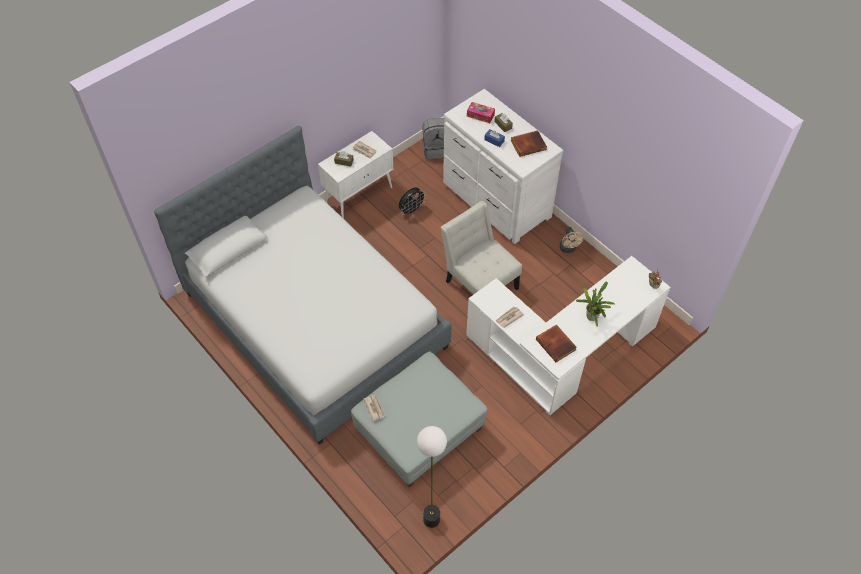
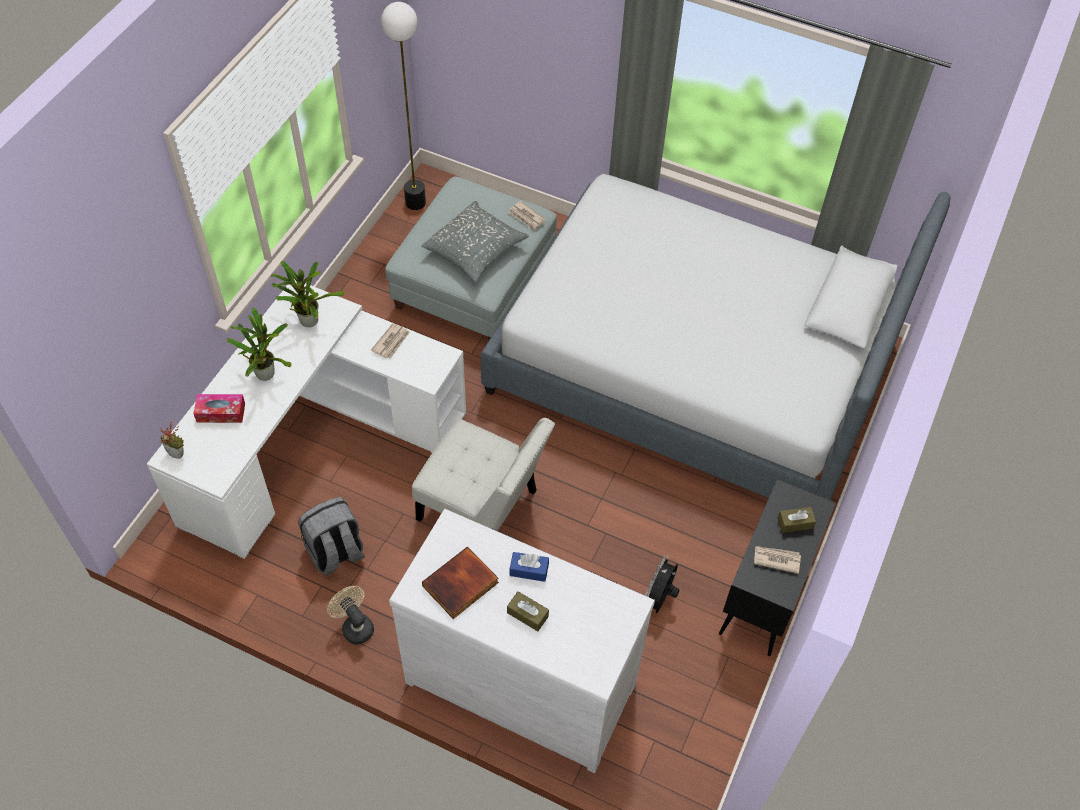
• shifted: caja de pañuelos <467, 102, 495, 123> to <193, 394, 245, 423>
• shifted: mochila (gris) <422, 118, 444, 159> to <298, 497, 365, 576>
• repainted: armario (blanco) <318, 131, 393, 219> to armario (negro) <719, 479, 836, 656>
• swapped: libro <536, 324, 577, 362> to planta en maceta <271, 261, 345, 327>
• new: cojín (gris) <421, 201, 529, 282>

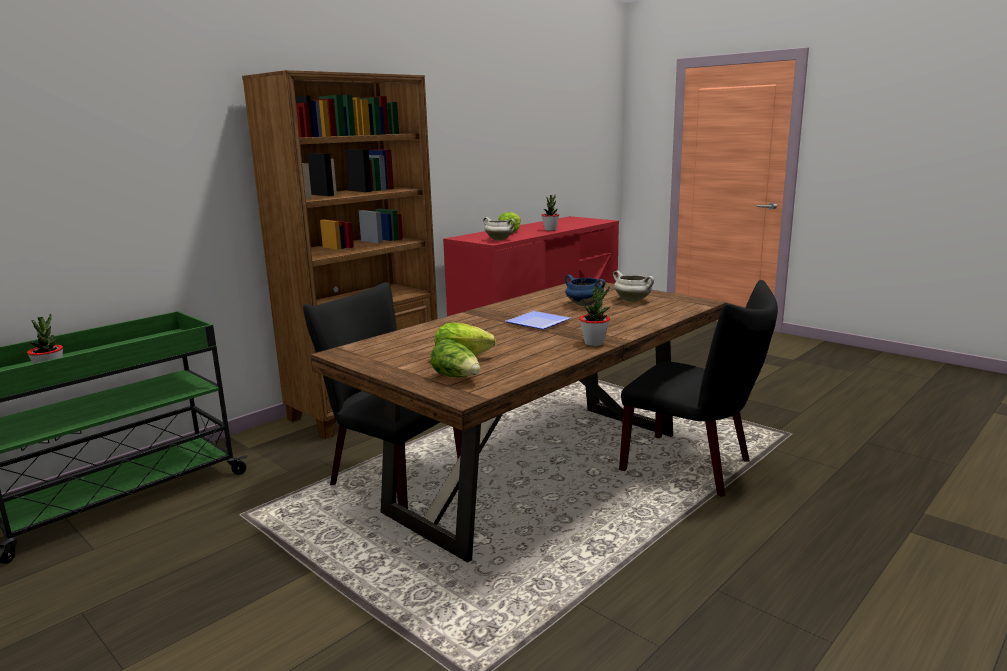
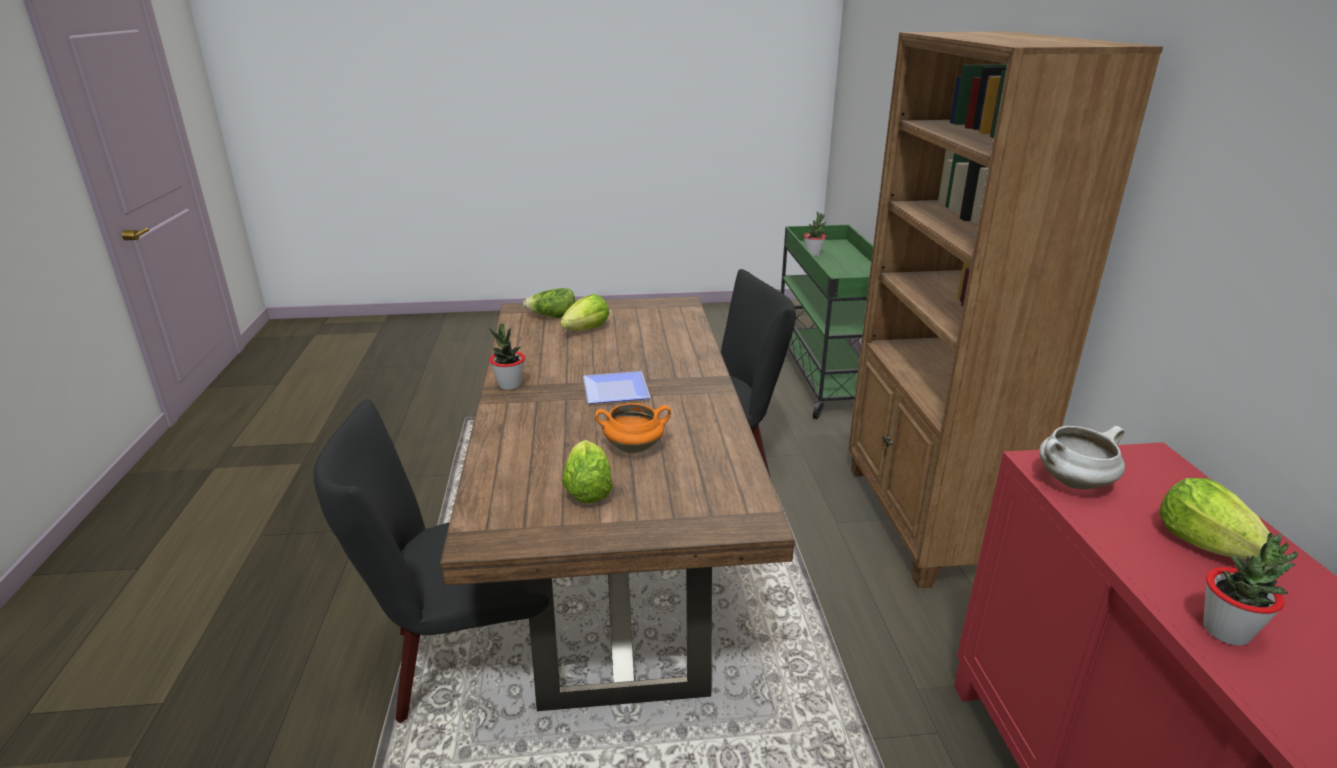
• swapped: olla (blanco) <613, 271, 654, 302> to lechuga <562, 440, 613, 503>
• repainted: olla (azul) <565, 275, 606, 306> to olla (naranja) <595, 403, 671, 453>

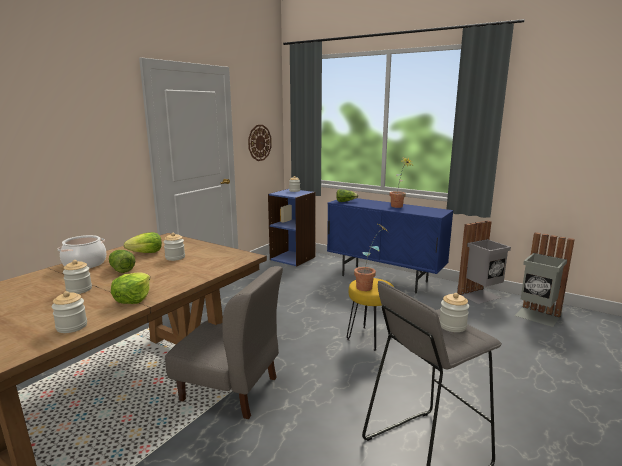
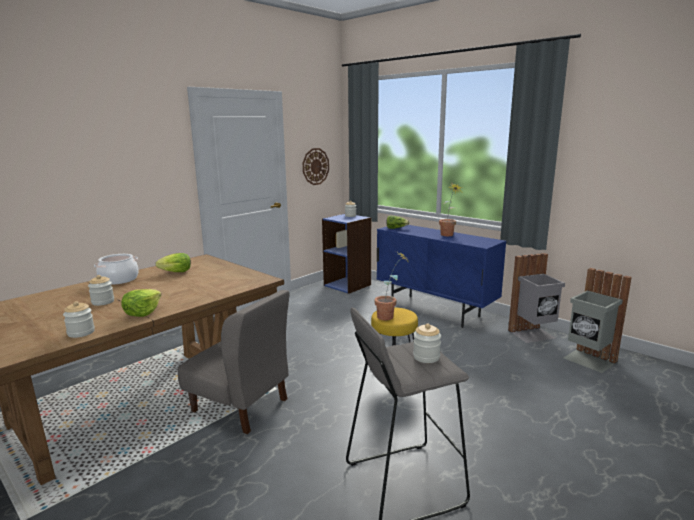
• gone: tarro <164, 233, 185, 261>
• gone: lechuga <109, 250, 136, 273>

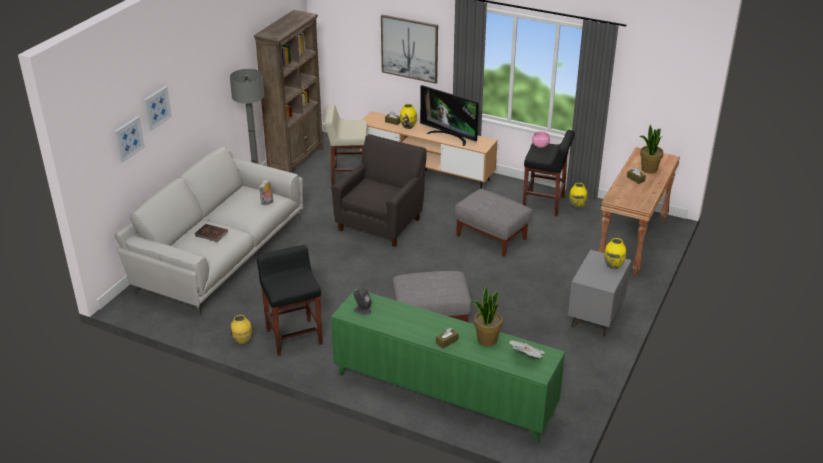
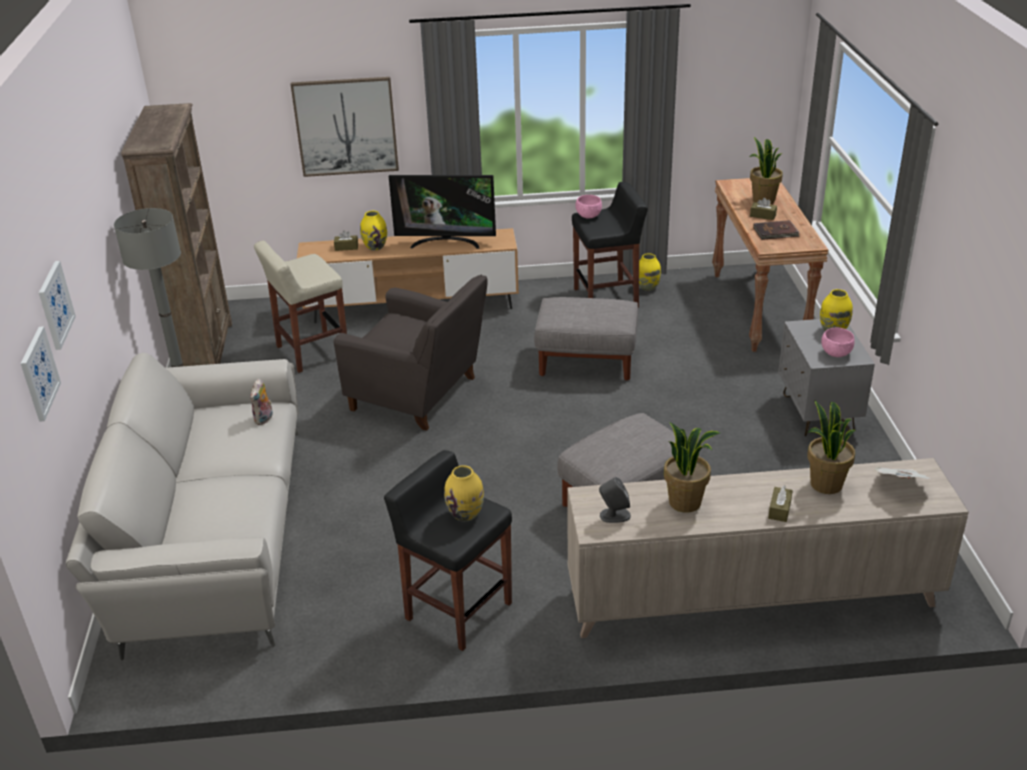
• rotated: sillón (gris) <331, 134, 427, 247> = <333, 275, 487, 431> 120 degrees clockwise
• shifted: libro (marrón) <195, 224, 228, 242> to <753, 220, 800, 240>
• repainted: armario (verde) <331, 289, 565, 443> to armario (beis) <567, 458, 969, 638>
• shifted: florero (amarillo) <230, 315, 252, 345> to <444, 465, 484, 522>
• new: cuenco (rosa) <821, 328, 855, 357>
• new: planta en maceta <664, 422, 720, 513>

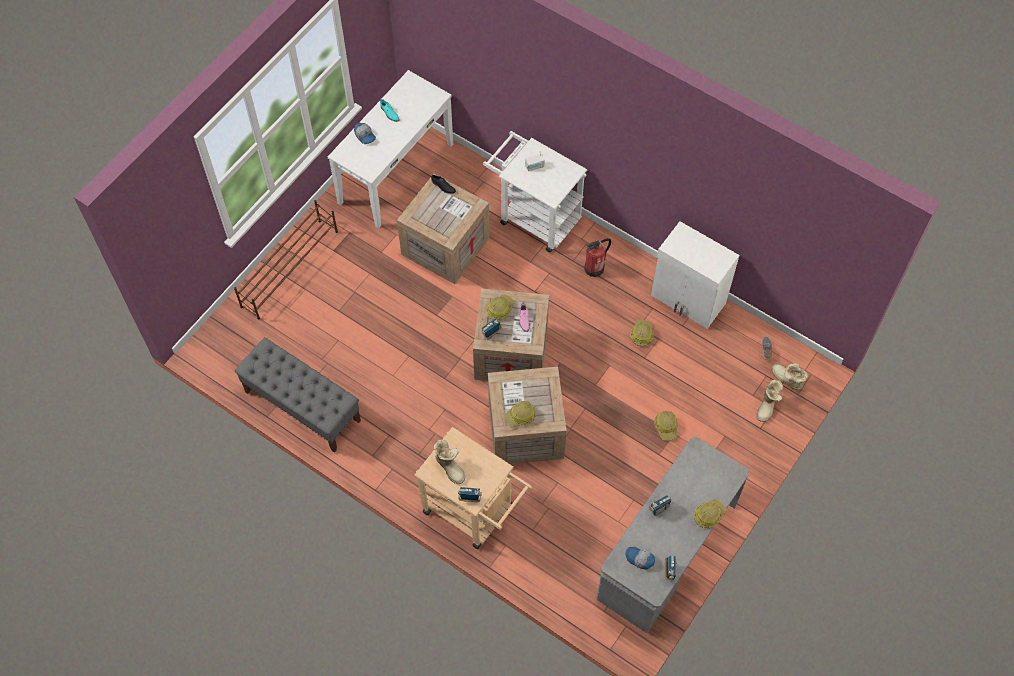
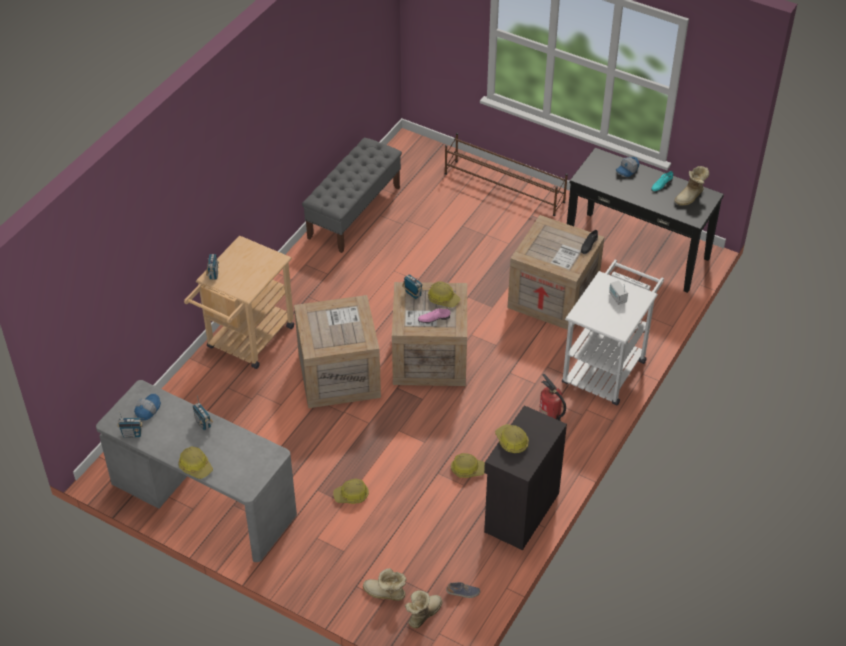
• repainted: mesa consola (blanco) <328, 70, 453, 228> to mesa consola (negro) <567, 148, 724, 293>
• repainted: armario (blanco) <651, 221, 740, 329> to armario (negro) <484, 405, 567, 550>
• shifted: casco <504, 401, 536, 428> to <495, 424, 529, 453>
• shifted: bota <434, 440, 465, 484> to <675, 166, 709, 206>

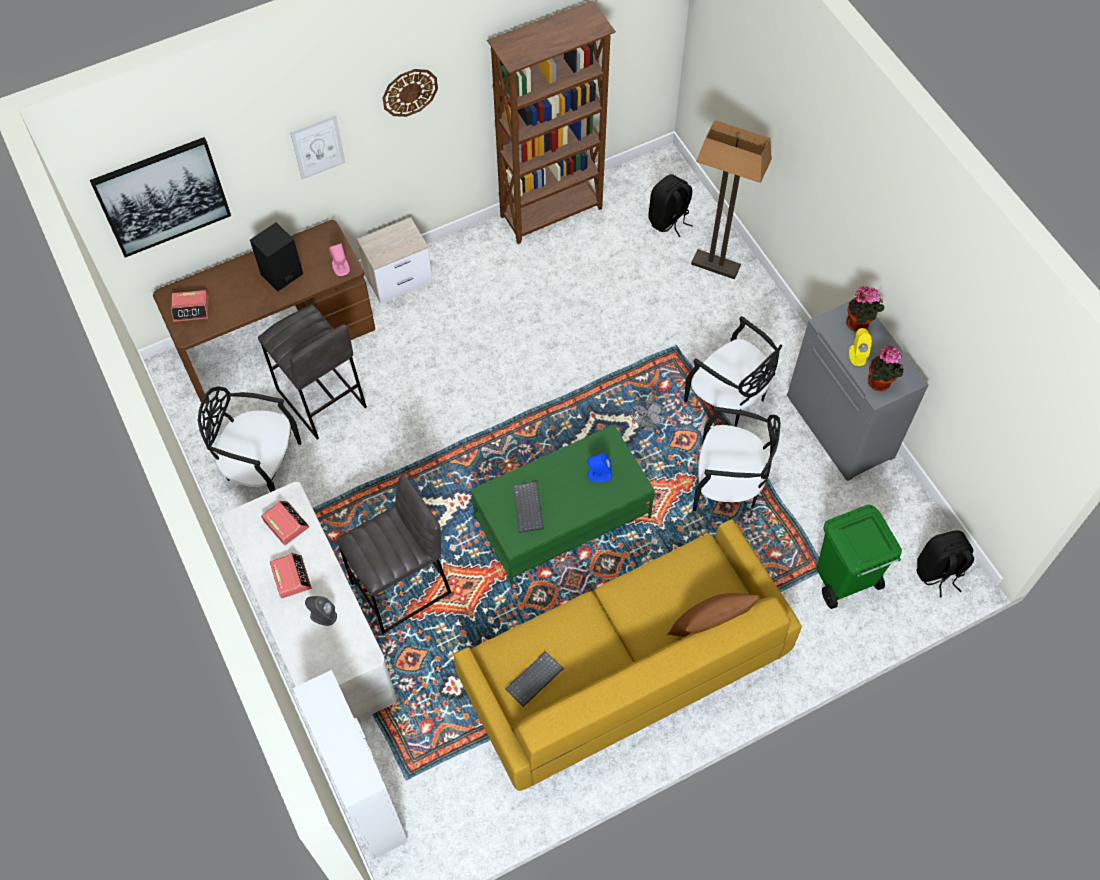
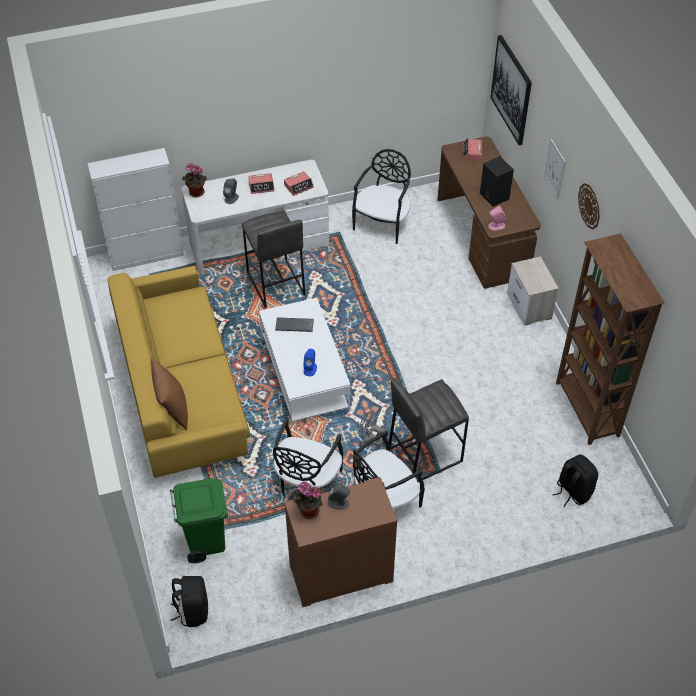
• gone: lámpara de pie <691, 120, 772, 279>
• shifted: planta en maceta <846, 286, 884, 332> to <182, 163, 207, 197>
• repainted: armario (gris) <787, 301, 929, 481> to armario (marrón) <285, 477, 397, 607>
• shifted: taburete (gris) <258, 304, 367, 439> to <389, 379, 469, 482>
• repainted: altavoz (amarillo) <849, 328, 872, 366> to altavoz (gris) <328, 482, 350, 510>
• repainted: mesa de centro (verde) <471, 425, 655, 584> to mesa de centro (blanco) <259, 298, 350, 426>
• gone: teclado <505, 651, 564, 707>

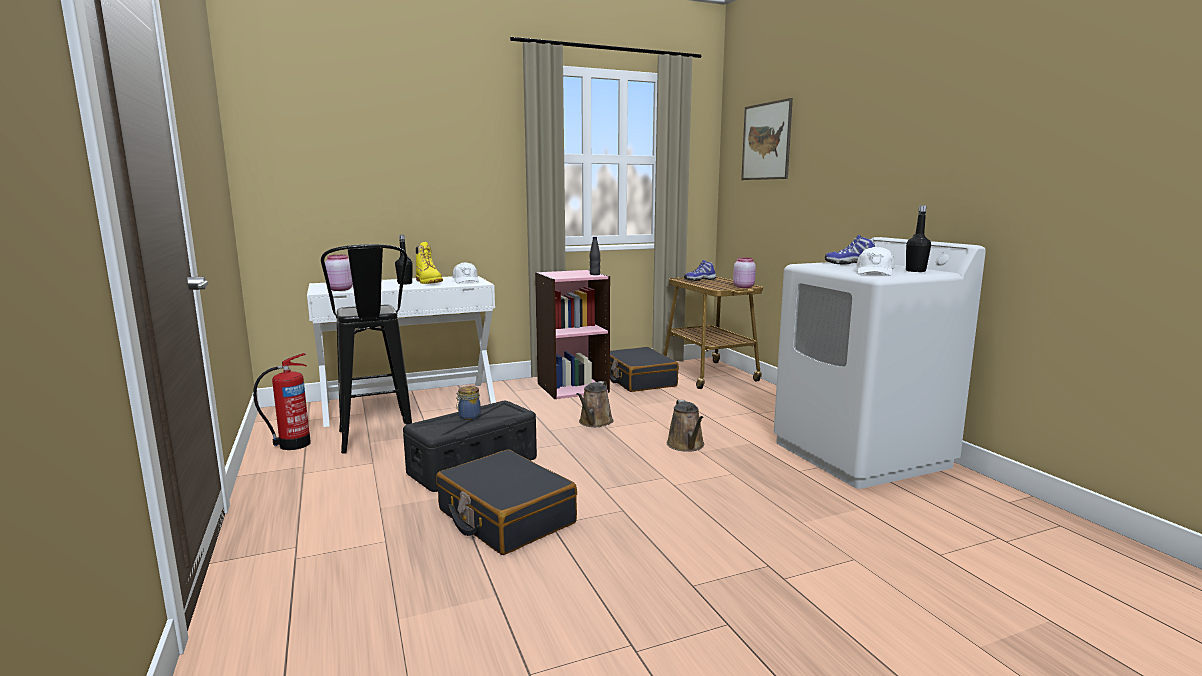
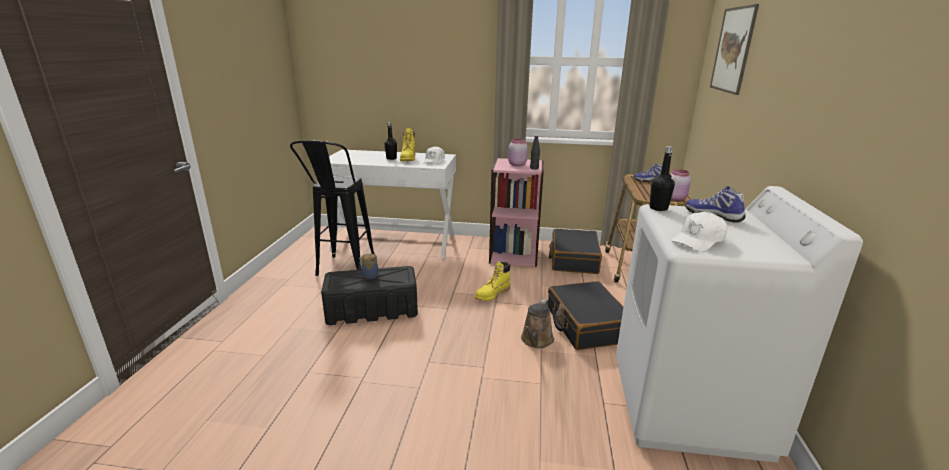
• shifted: botella (negro) <906, 205, 931, 272> to <650, 146, 675, 211>
• shifted: tarro (rosa) <325, 255, 353, 291> to <508, 138, 528, 166>
• gone: extintor <253, 353, 311, 450>
• swapped: regadera (marrón) <576, 381, 614, 427> to bota (amarillo) <475, 261, 511, 301>
• shifted: maleta (negro) <436, 449, 577, 555> to <548, 281, 623, 350>

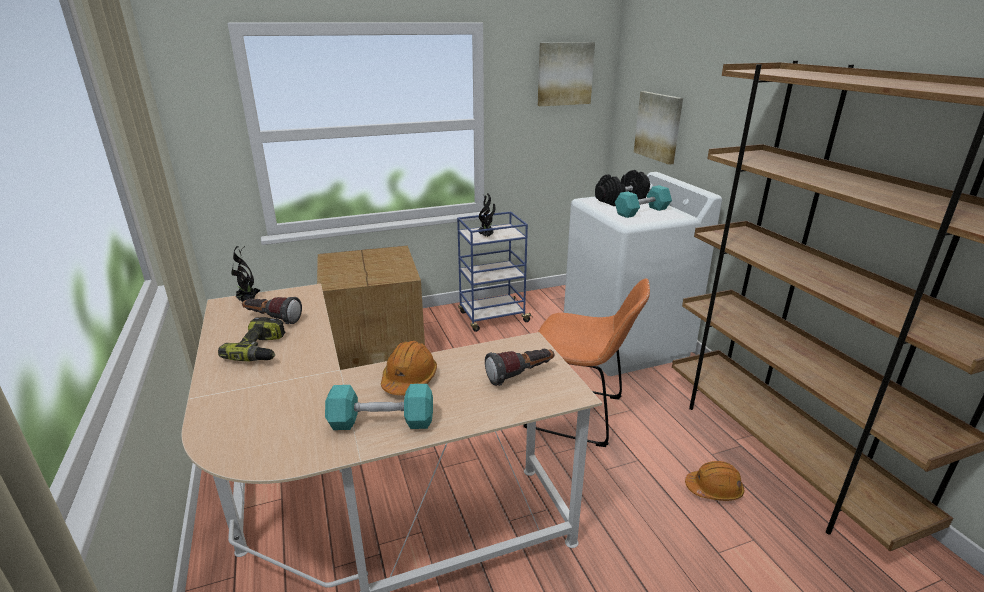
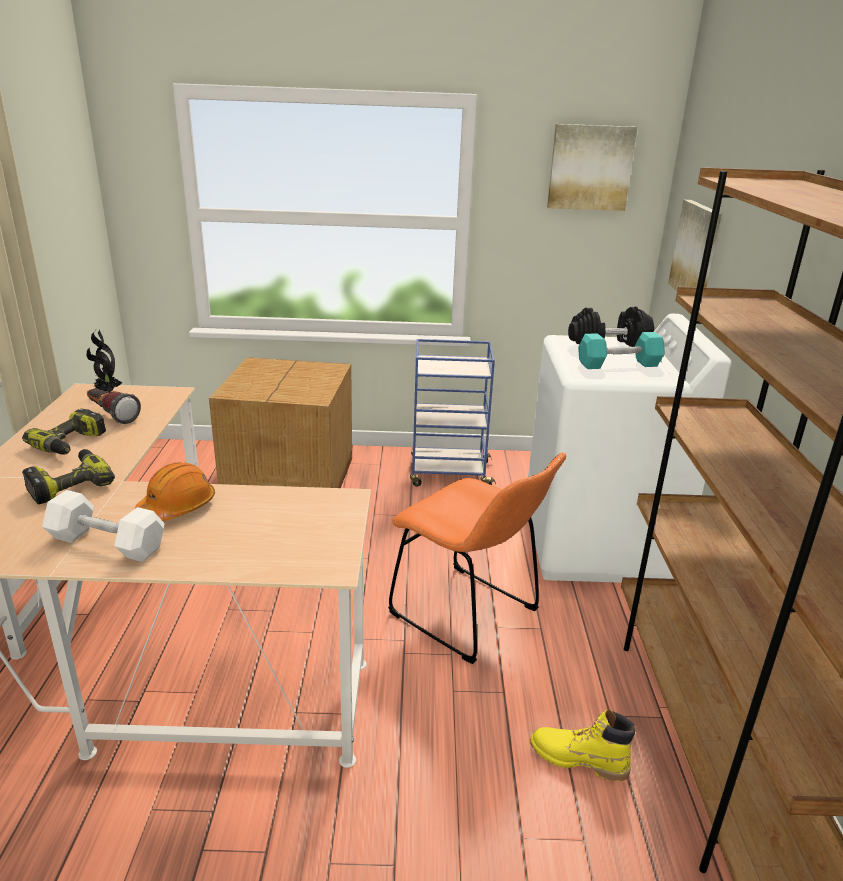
• gone: planta en maceta <478, 193, 496, 237>
• gone: linterna <485, 349, 554, 386>
• repainted: mancuerna (turquesa) <325, 384, 433, 430> to mancuerna (blanco) <42, 490, 165, 562>
• swapped: casco (naranja) <685, 461, 744, 501> to bota (amarillo) <530, 709, 636, 781>
• new: taladro <22, 449, 115, 504>

